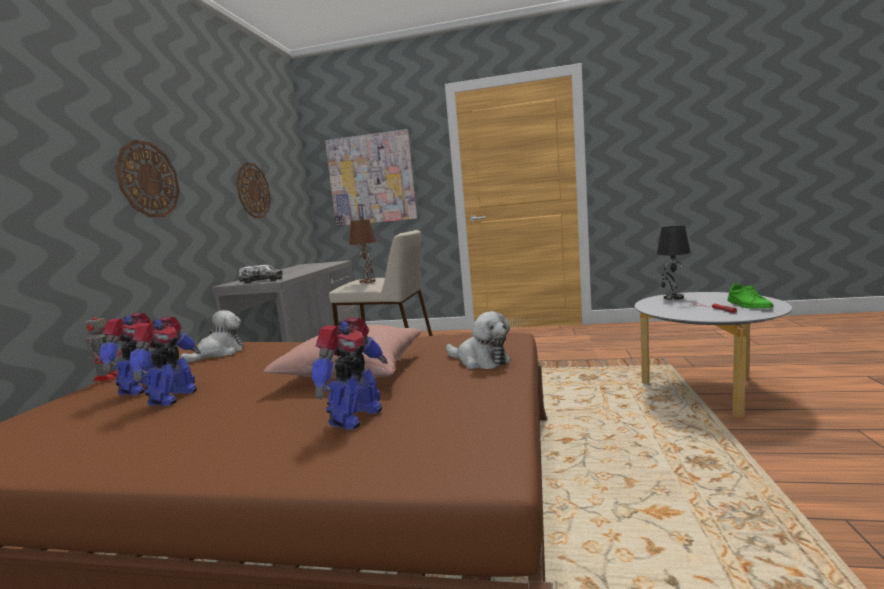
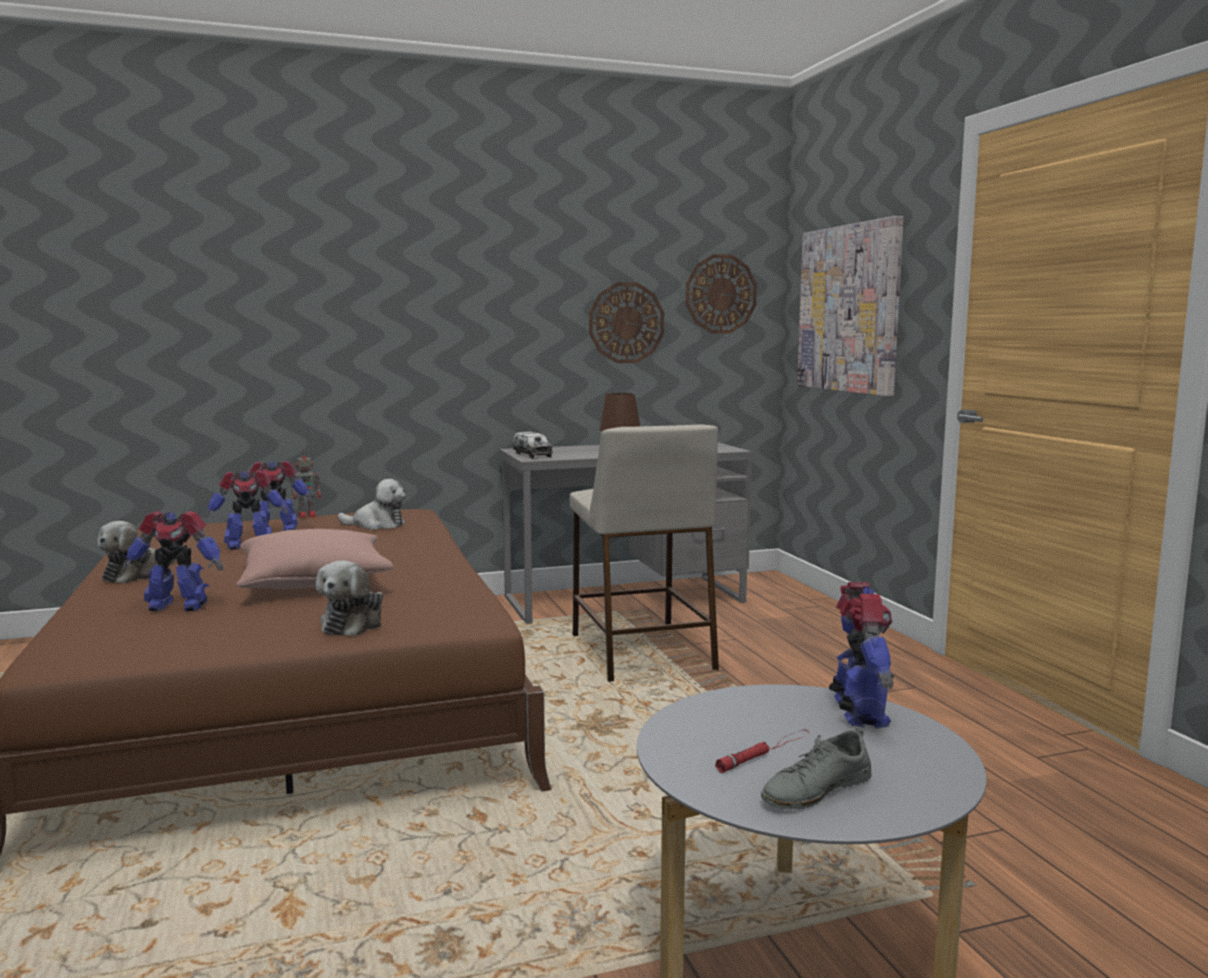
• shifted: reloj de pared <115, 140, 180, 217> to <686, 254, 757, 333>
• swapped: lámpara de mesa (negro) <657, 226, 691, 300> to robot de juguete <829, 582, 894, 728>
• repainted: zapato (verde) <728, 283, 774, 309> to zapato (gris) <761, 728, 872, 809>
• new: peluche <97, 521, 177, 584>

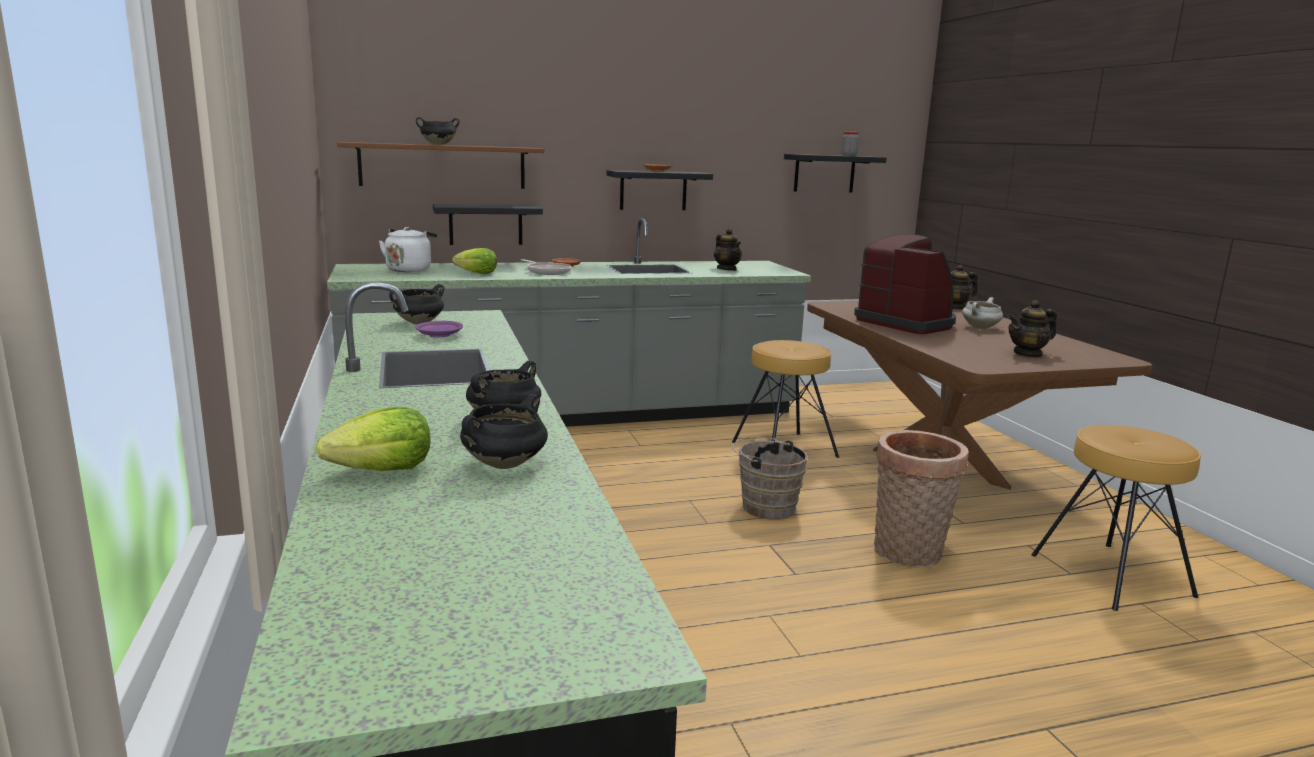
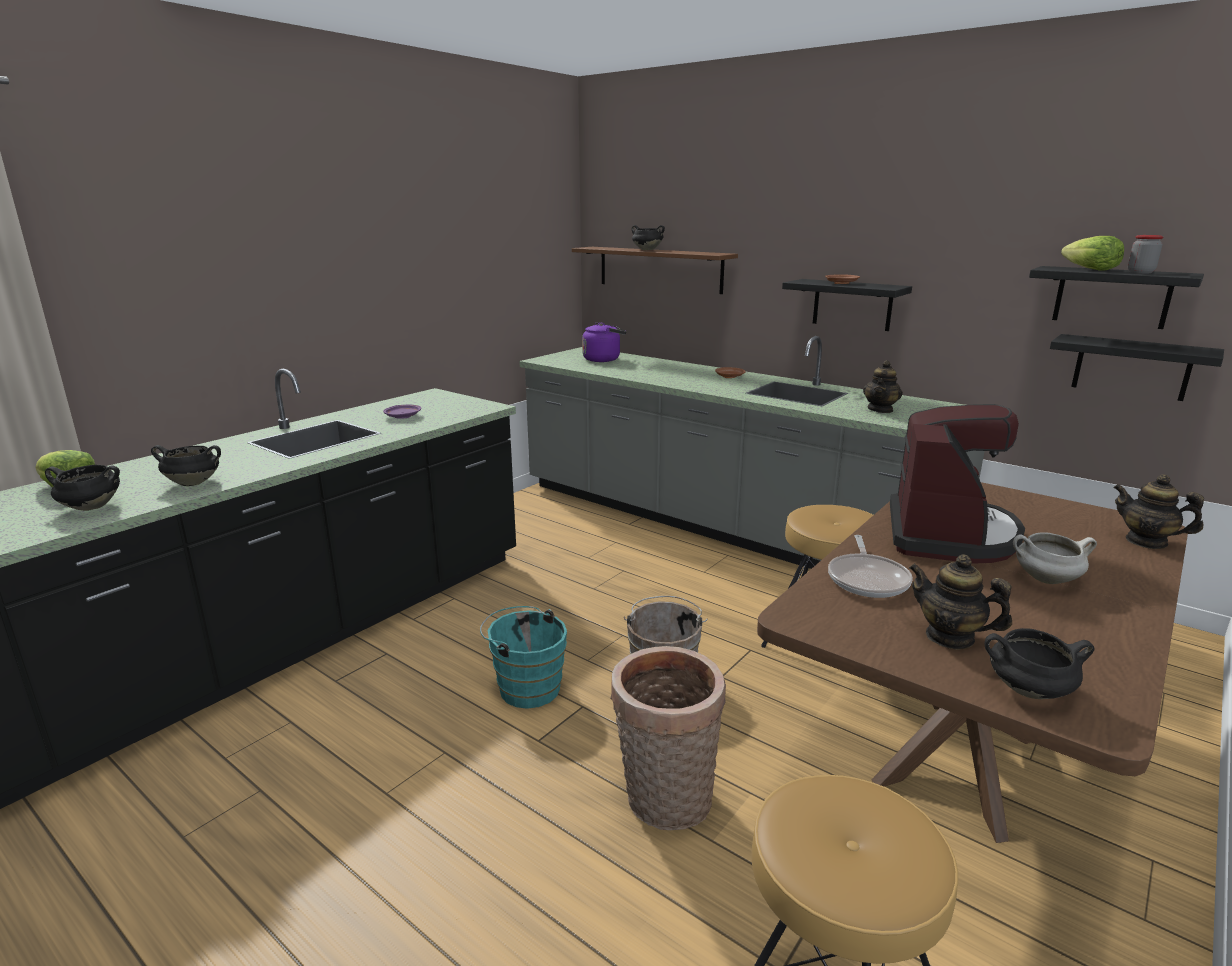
• shifted: estante (negro) <433, 204, 543, 245> to <1050, 334, 1224, 401>
• repainted: hervidor (blanco) <379, 227, 437, 272> to hervidor (morado) <582, 323, 626, 362>
• shifted: lechuga <452, 248, 497, 274> to <1061, 236, 1124, 271>
• shifted: sartén <521, 259, 571, 275> to <828, 535, 913, 598>
• shifted: olla (negro) <389, 284, 444, 325> to <984, 628, 1095, 699>
• new: cubo (turquesa) <480, 606, 567, 709>

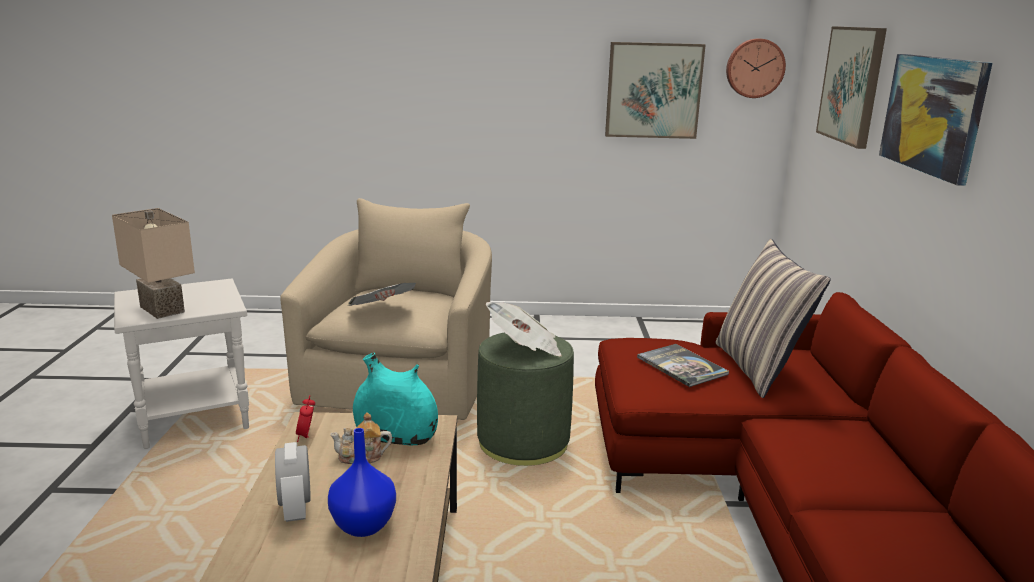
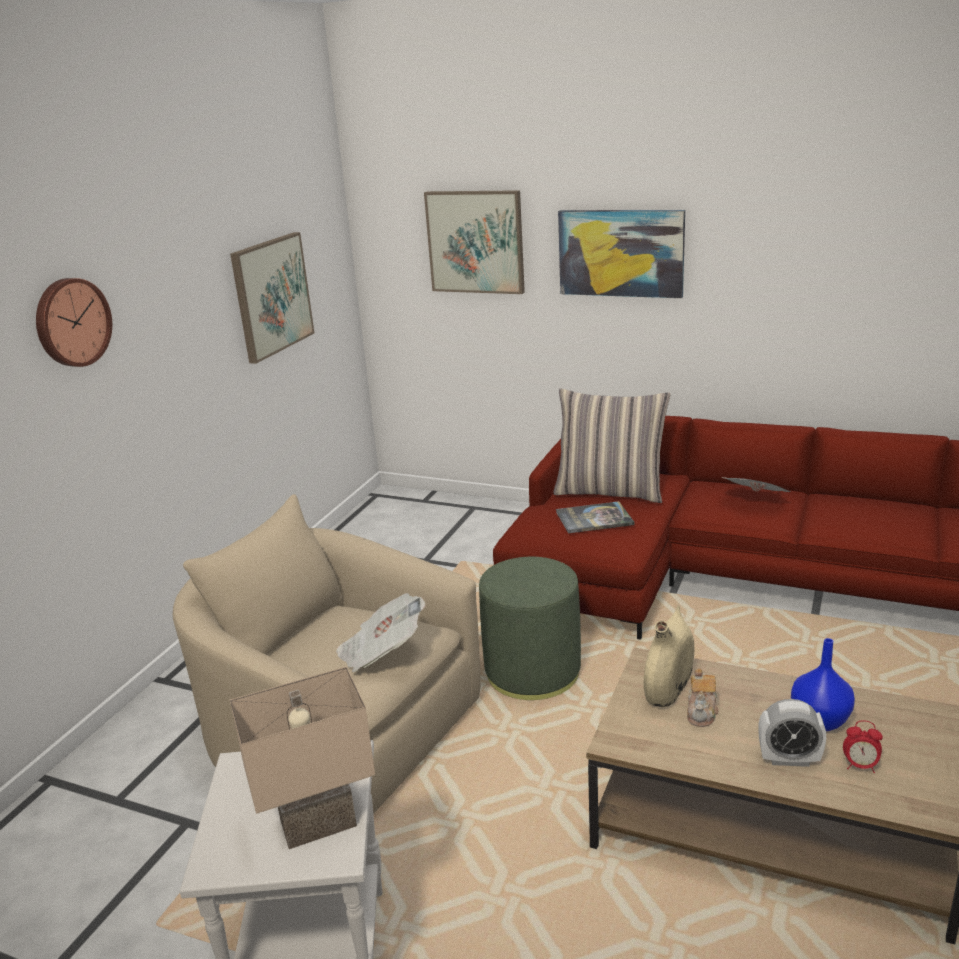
• shifted: reloj de pared <726, 38, 786, 98> to <36, 278, 112, 367>
• shifted: periódico <486, 302, 561, 356> to <721, 477, 790, 492>
• repainted: florero (turquesa) <353, 353, 438, 445> to florero (beis) <644, 606, 694, 707>
• shifted: despertador <296, 395, 315, 442> to <843, 720, 883, 773>

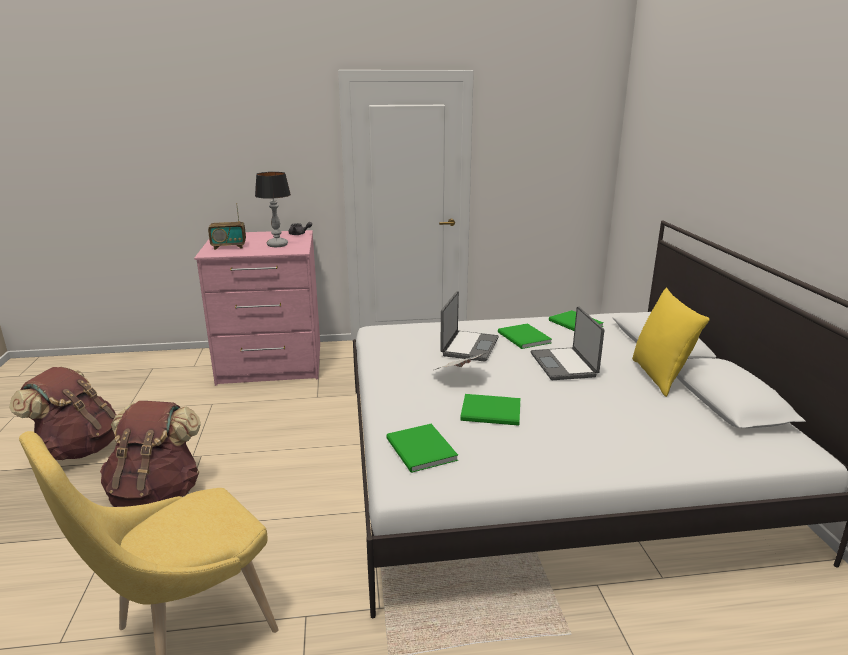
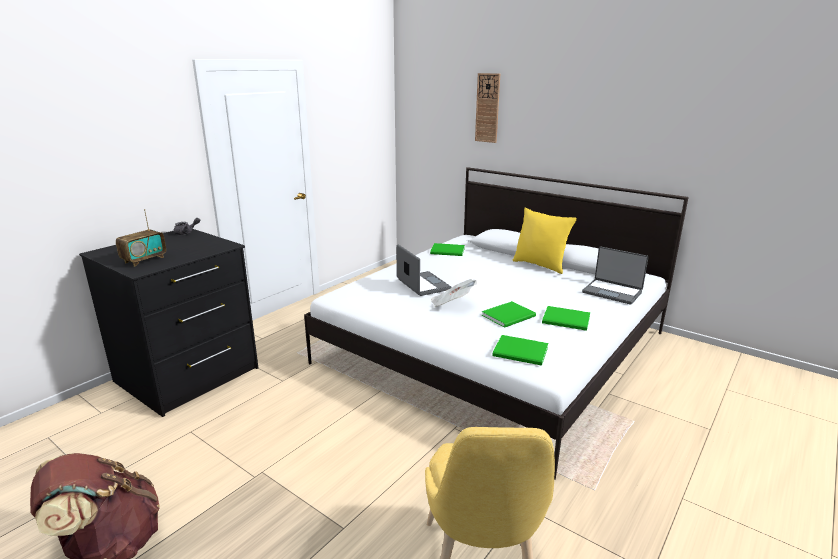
• gone: lámpara de mesa <255, 172, 291, 247>
• repainted: cómoda (rosa) <194, 230, 320, 386> to cómoda (negro) <79, 229, 258, 417>
• shifted: portátil <531, 307, 604, 380> to <582, 246, 649, 305>
• shifted: libro (verde) <498, 323, 552, 349> to <542, 306, 590, 331>
• gone: mochila (marrón) <100, 401, 201, 507>
• new: reloj de pared <475, 73, 500, 143>

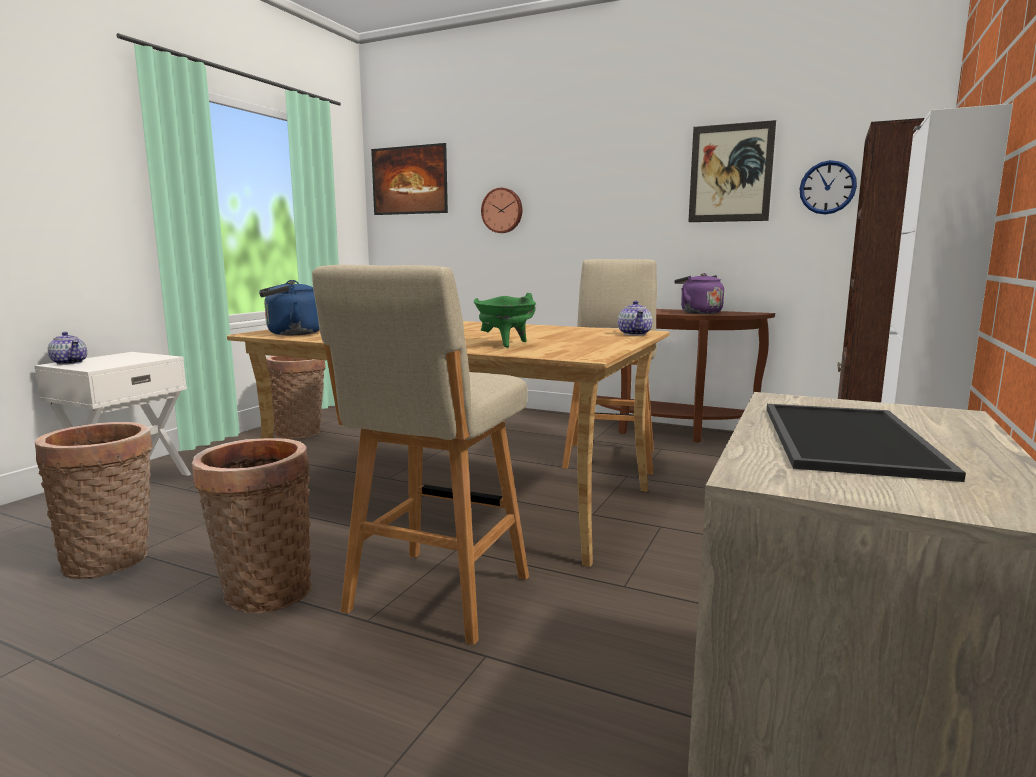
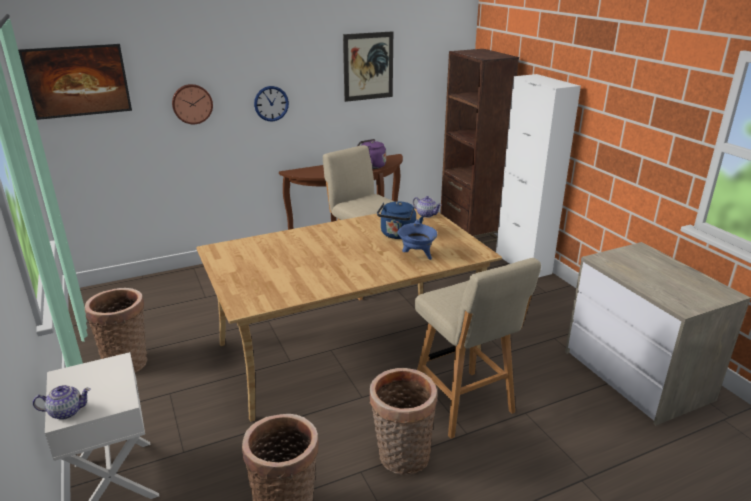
• shifted: reloj de pared <800, 160, 857, 214> to <254, 86, 289, 121>
• shifted: hervidor (azul) <259, 280, 319, 335> to <377, 201, 423, 239>
• repainted: olla (verde) <474, 293, 536, 348> to olla (azul) <397, 219, 437, 260>
• gone: bandeja <767, 404, 966, 482>

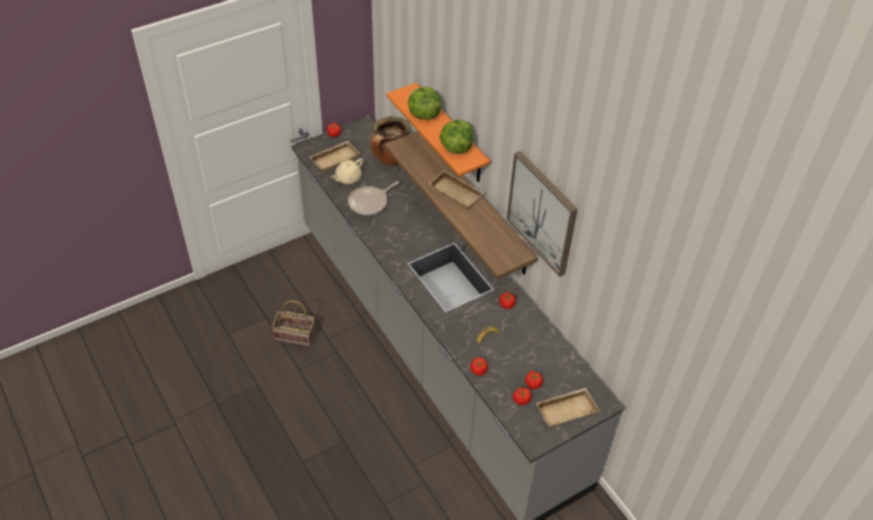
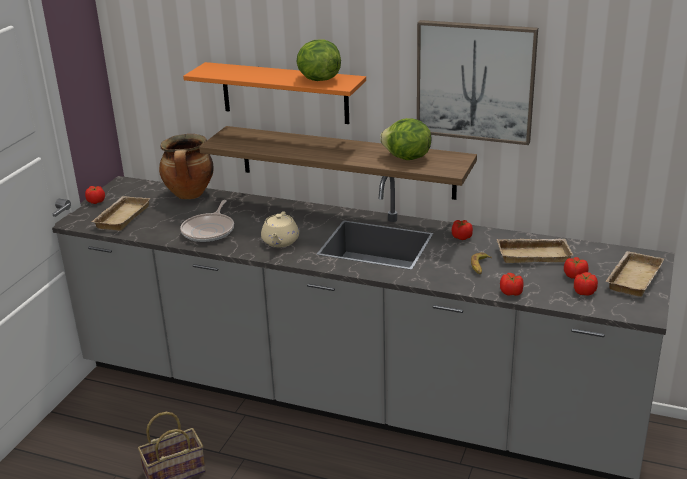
• shifted: lechuga <408, 87, 441, 120> to <380, 118, 431, 160>
• shifted: tetera (beis) <331, 159, 363, 184> to <261, 211, 299, 247>
• shifted: bandeja (beis) <429, 170, 485, 209> to <497, 239, 573, 263>

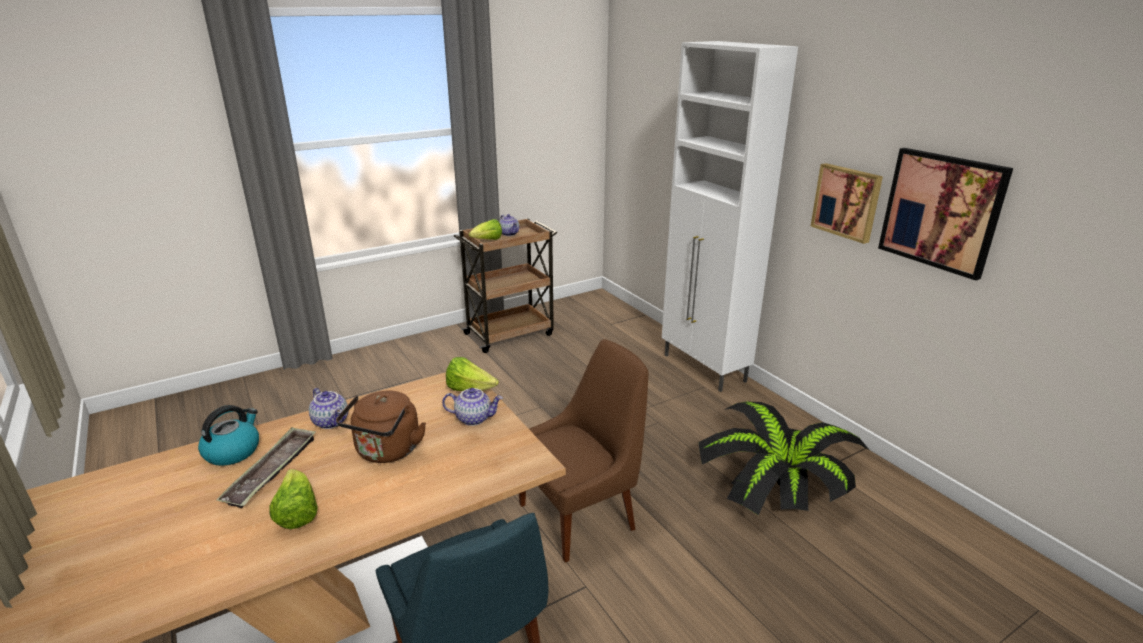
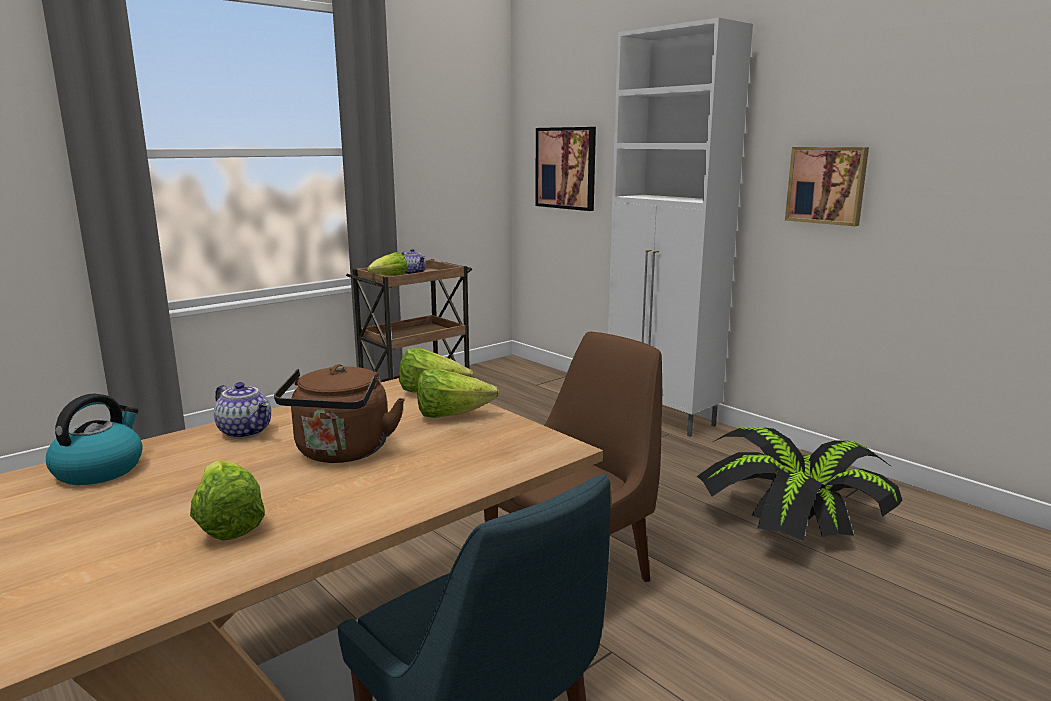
• shifted: cuadro <878, 148, 1013, 280> to <535, 127, 596, 211>
• swapped: tetera <442, 388, 503, 426> to lechuga <417, 368, 499, 418>
• gone: bandeja <217, 427, 316, 508>

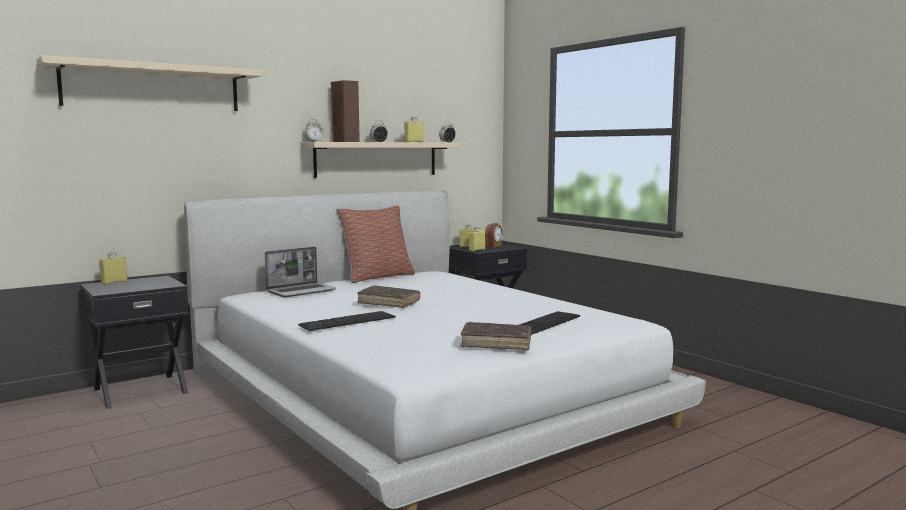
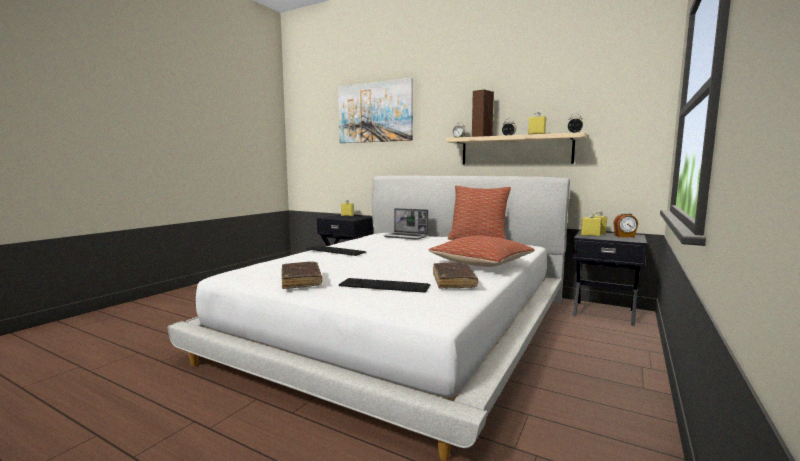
• swapped: estante (beis) <37, 55, 262, 111> to cuadro <338, 78, 413, 143>
• shifted: libro (marrón) <357, 285, 420, 308> to <433, 262, 478, 288>
• new: cojín <429, 236, 535, 267>

